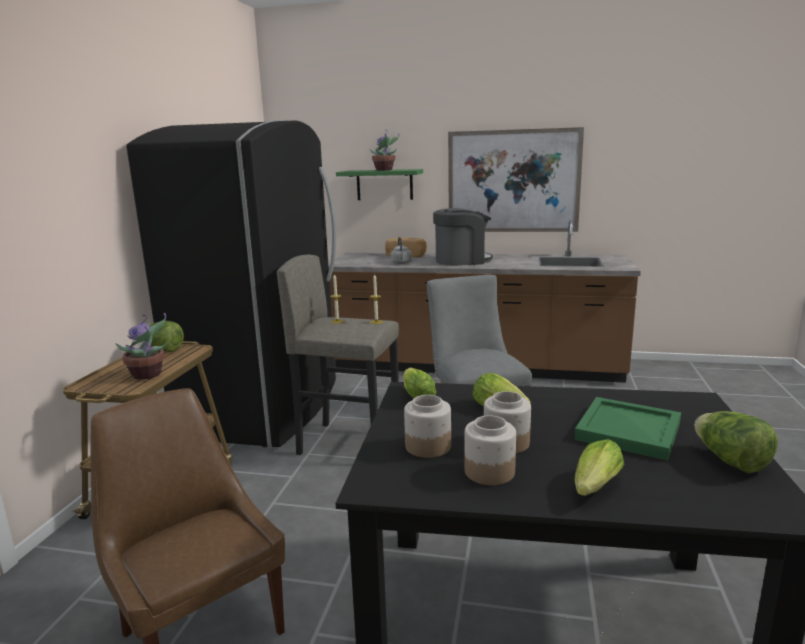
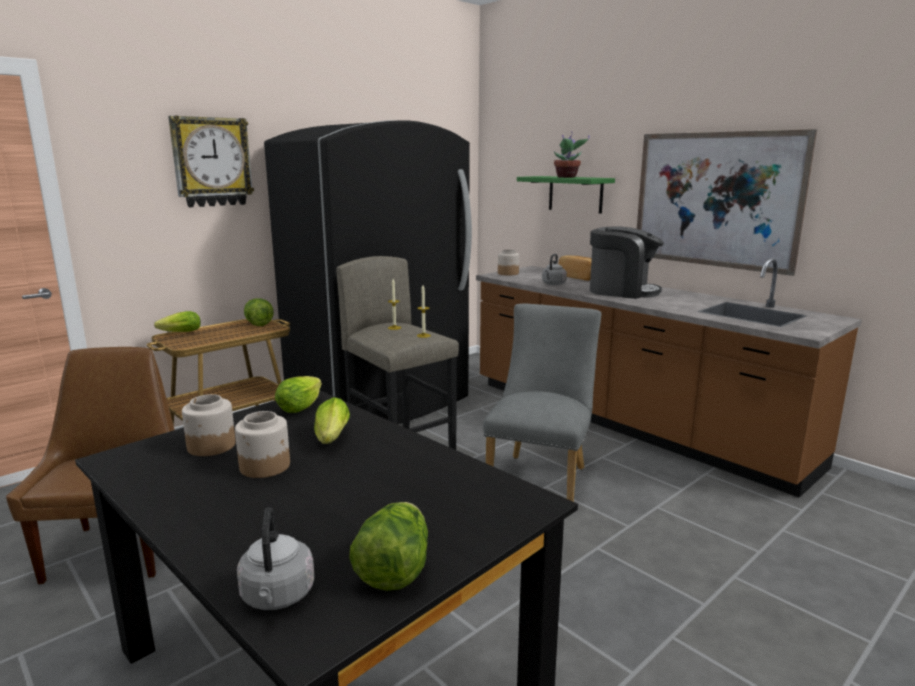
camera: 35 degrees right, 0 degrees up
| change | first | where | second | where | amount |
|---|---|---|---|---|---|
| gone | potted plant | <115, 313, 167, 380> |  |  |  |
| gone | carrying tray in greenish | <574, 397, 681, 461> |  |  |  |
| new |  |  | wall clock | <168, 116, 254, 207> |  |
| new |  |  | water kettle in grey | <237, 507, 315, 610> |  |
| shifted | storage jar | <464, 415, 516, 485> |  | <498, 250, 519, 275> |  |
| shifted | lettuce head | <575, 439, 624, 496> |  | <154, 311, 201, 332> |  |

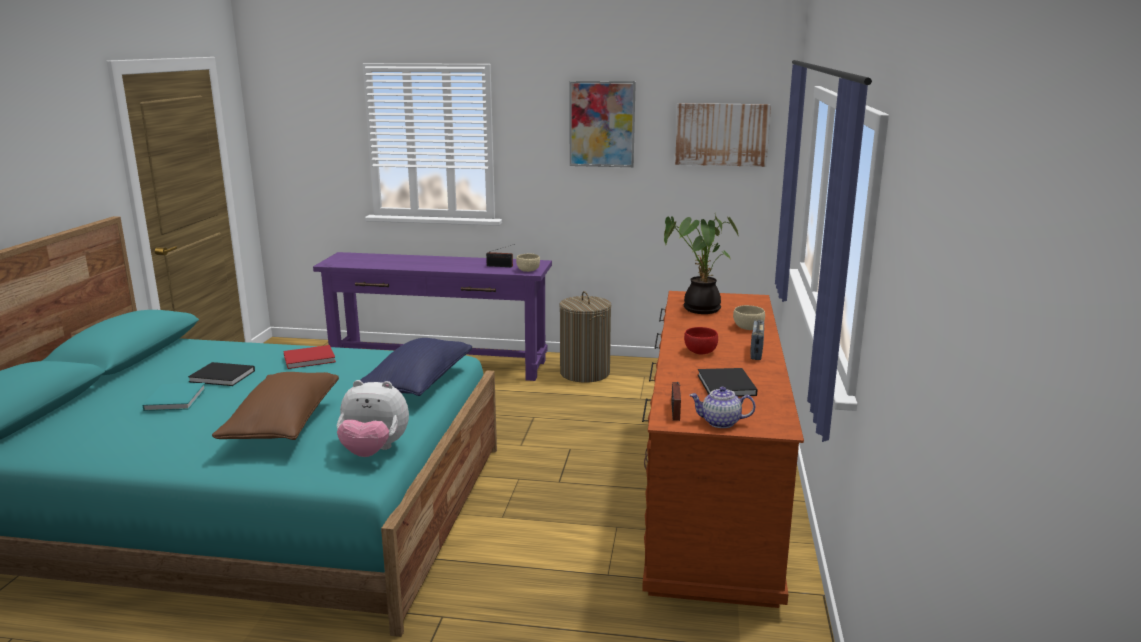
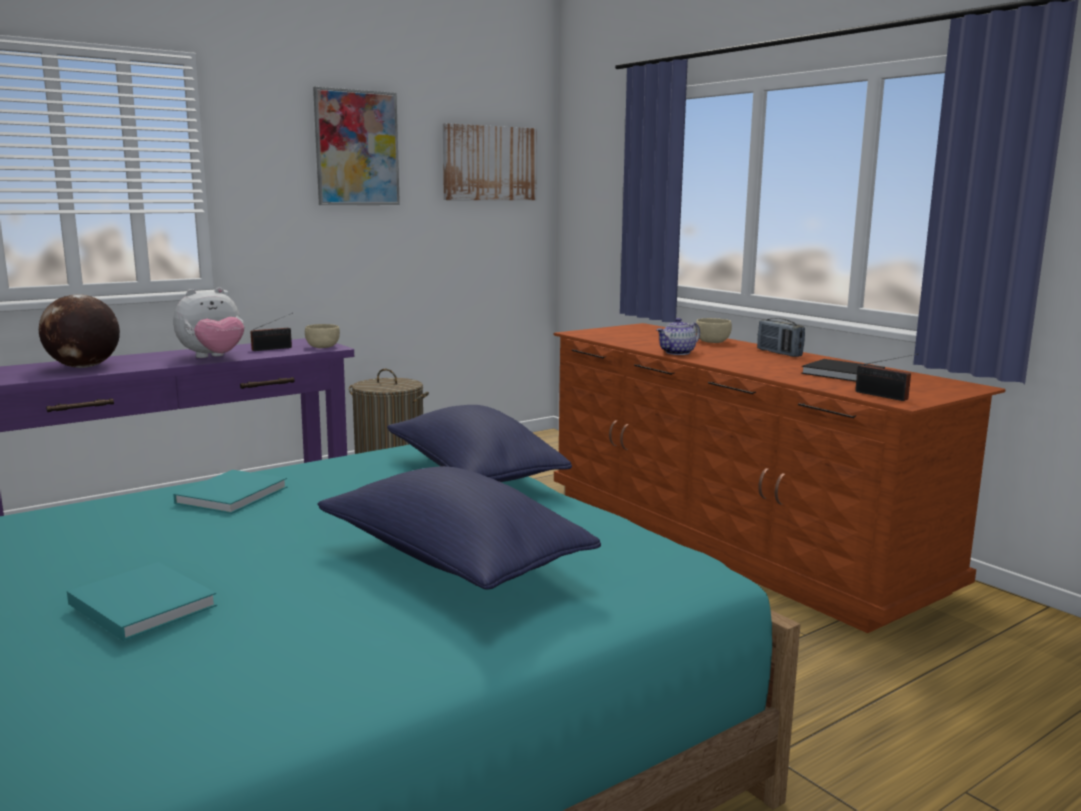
camera: 45 degrees left, 5 degrees down
| change | first | where | second | where | amount |
|---|---|---|---|---|---|
| gone | volume in blackish | <188, 362, 255, 386> |  |  |  |
| gone | potted plant | <664, 214, 739, 314> |  |  |  |
| gone | deep dish in red | <684, 327, 718, 354> |  |  |  |
| new |  |  | globe | <39, 294, 120, 368> |  |
| shifted | cuddly toy | <337, 380, 409, 457> |  | <173, 287, 244, 358> |  |
| shifted | pot for tea | <689, 387, 755, 428> |  | <656, 318, 700, 355> |  |
| repainted | cushion in brownish | <212, 372, 339, 440> | cushion in blue-coloured | <318, 466, 601, 590> |  |
| repainted | volume in red | <283, 345, 336, 369> | volume in blue-green | <173, 470, 287, 514> |  |

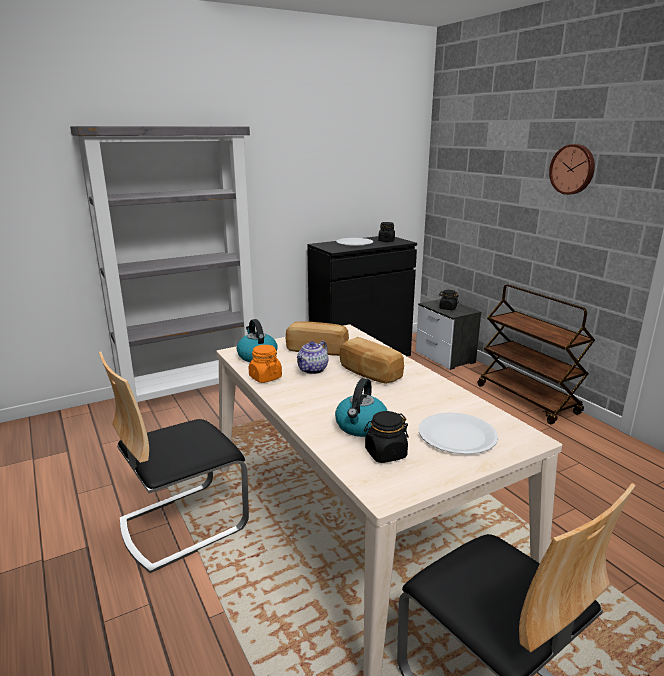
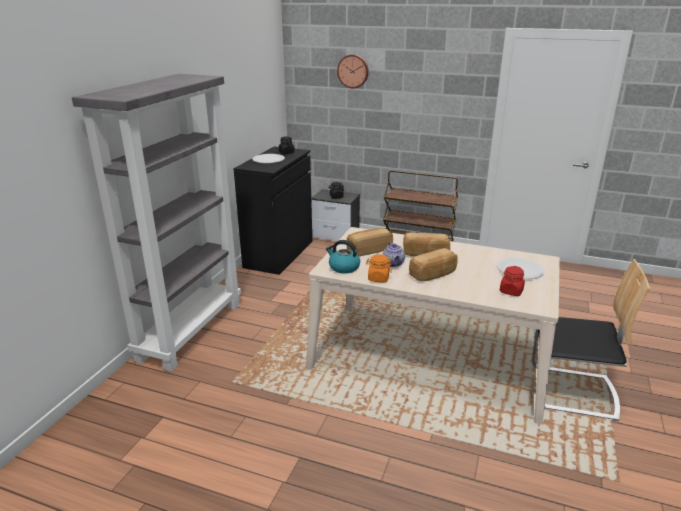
camera: 40 degrees left, 5 degrees up
| change | first | where | second | where | amount |
|---|---|---|---|---|---|
| gone | upright chair | <99, 352, 249, 573> |  |  |  |
| gone | water kettle | <335, 378, 387, 437> |  |  |  |
| new |  |  | bakery bread | <409, 248, 458, 281> |  |
| shifted | wall clock | <549, 144, 595, 195> |  | <337, 54, 369, 88> |  |
| repainted | storage jar in blackish | <364, 411, 409, 463> | storage jar in red | <500, 266, 525, 296> |  |

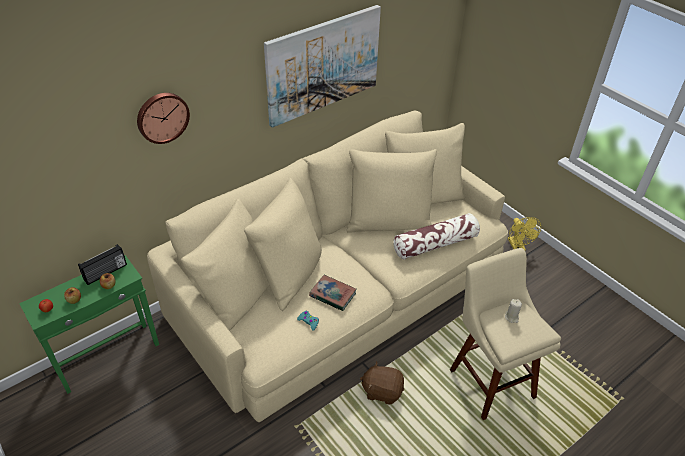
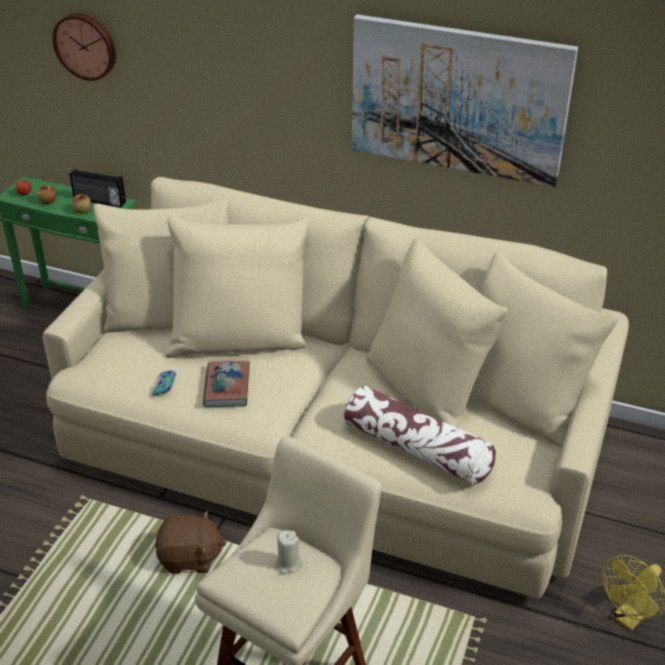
camera: 60 degrees right, 5 degrees down
| change | first | where | second | where | amount |
|---|---|---|---|---|---|
| shifted | wall clock | <137, 93, 190, 144> |  | <52, 13, 116, 81> |  |
| rotated | cuddly toy in brownish | <360, 361, 404, 405> |  | <155, 511, 226, 574> | 105 degrees clockwise |

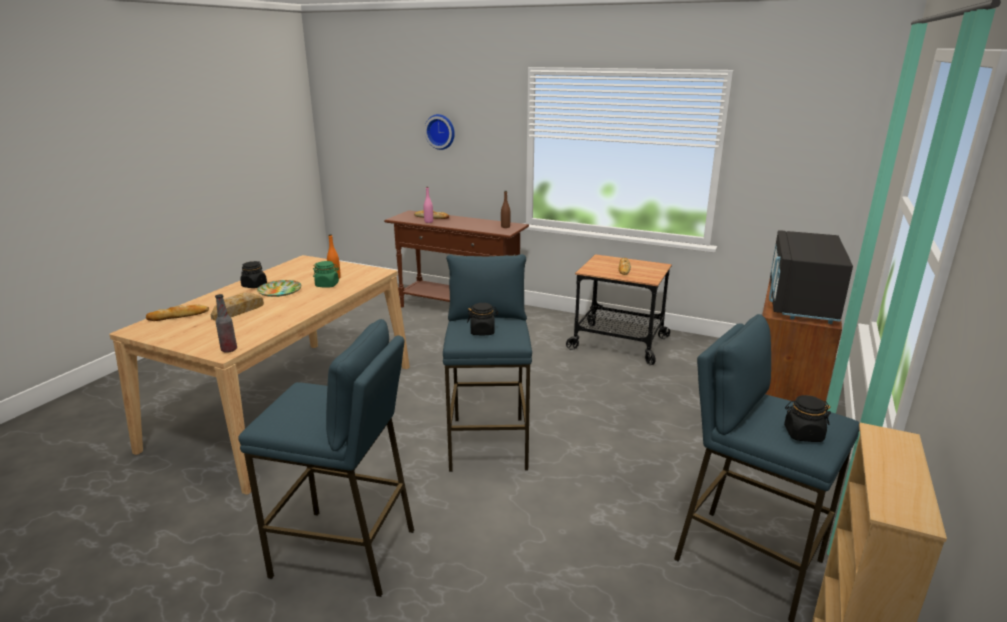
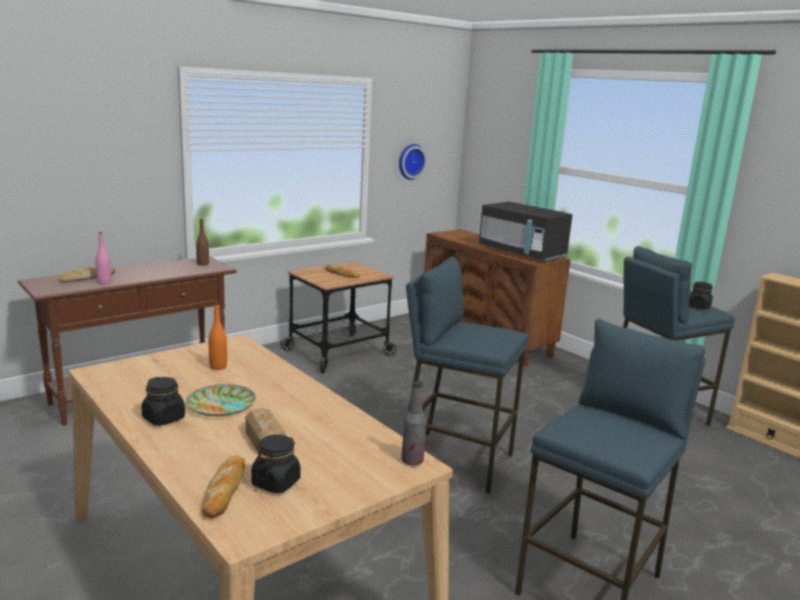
camera: 65 degrees left, 5 degrees down
| change | first | where | second | where | amount |
|---|---|---|---|---|---|
| gone | storage jar in greenish | <313, 261, 339, 288> |  |  |  |
| shifted | wall clock | <424, 114, 455, 150> |  | <399, 144, 427, 180> |  |
| shifted | storage jar in blackish | <467, 303, 498, 335> |  | <251, 435, 300, 494> |  |

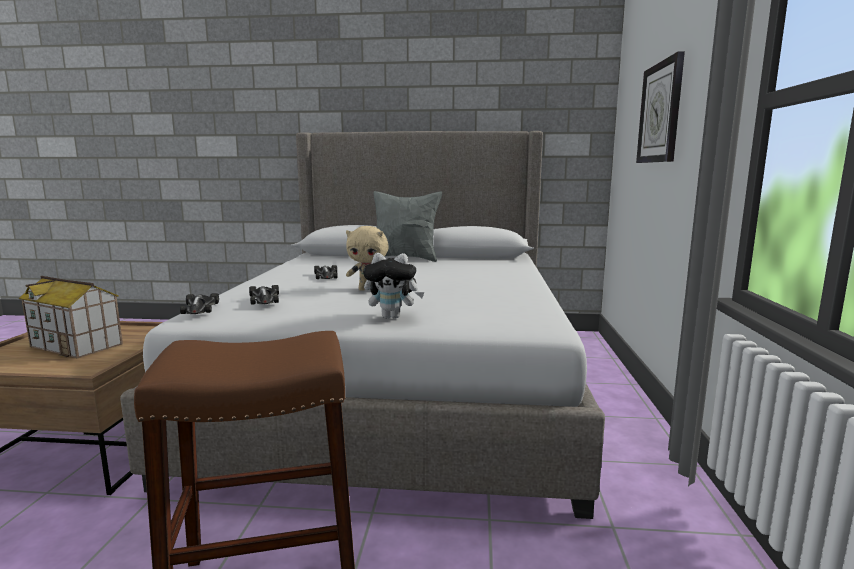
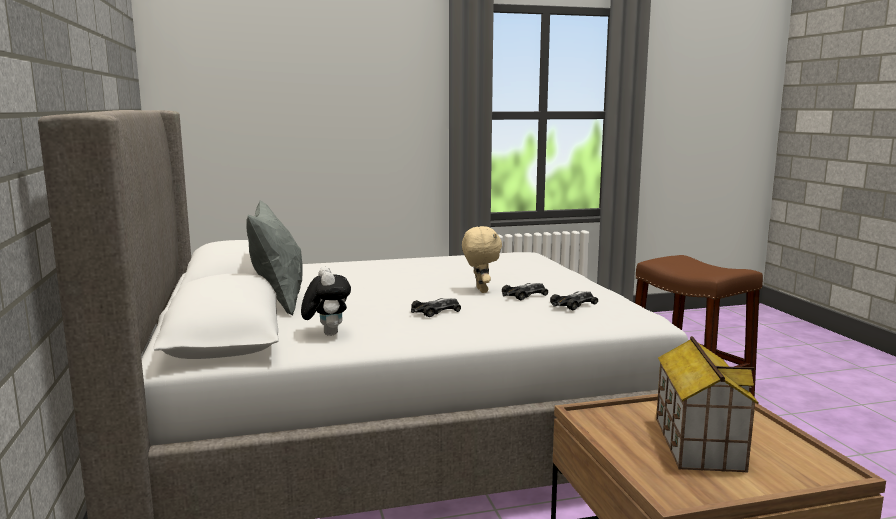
camera: 110 degrees left, 0 degrees up
| change | first | where | second | where | amount |
|---|---|---|---|---|---|
| gone | wall clock | <636, 51, 685, 163> |  |  |  |
| shifted | model car | <180, 293, 219, 314> |  | <502, 283, 548, 300> |  |
| shifted | cuddly toy | <363, 253, 424, 319> |  | <301, 267, 351, 336> |  |

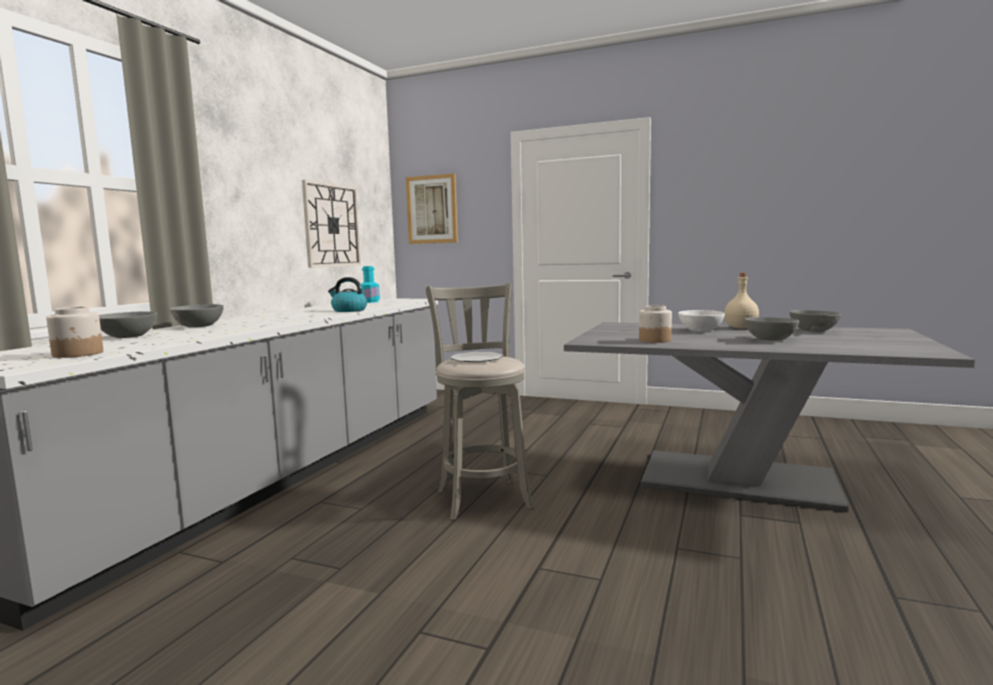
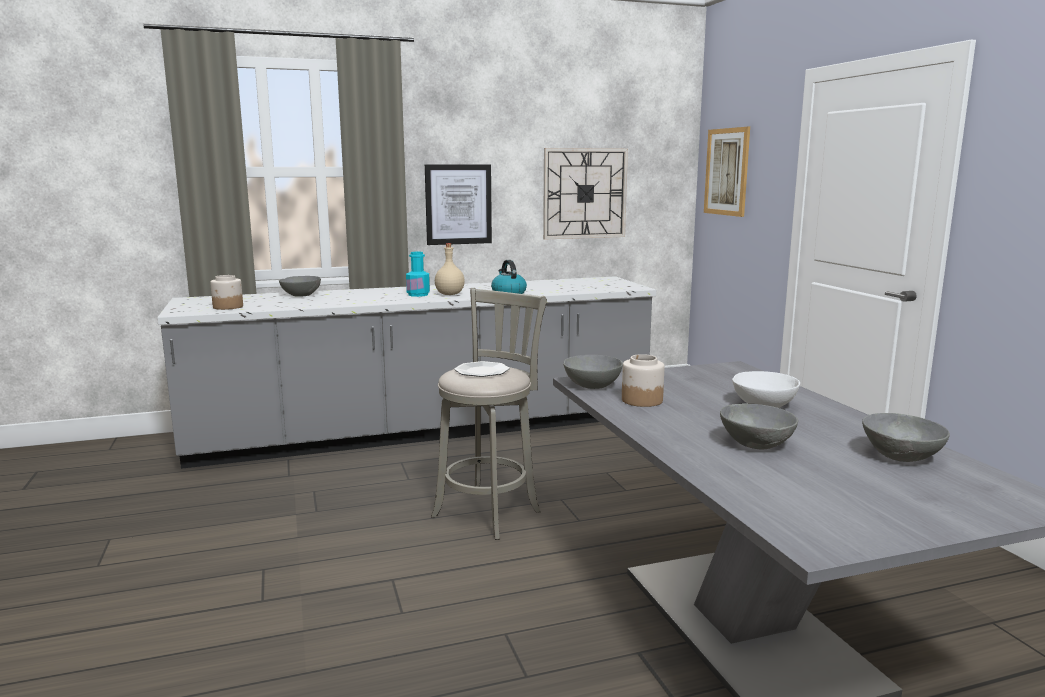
camera: 50 degrees right, 5 degrees up
| change | first | where | second | where | amount |
|---|---|---|---|---|---|
| new |  |  | wall picture | <425, 164, 492, 245> |  |
| shifted | deep dish in grey | <169, 304, 223, 328> |  | <563, 355, 623, 389> |  |
| shifted | drink bottle in blue-green | <361, 266, 380, 303> |  | <406, 251, 430, 297> |  |
| shifted | drink bottle in sand-coloured | <724, 273, 759, 328> |  | <435, 243, 465, 295> |  |

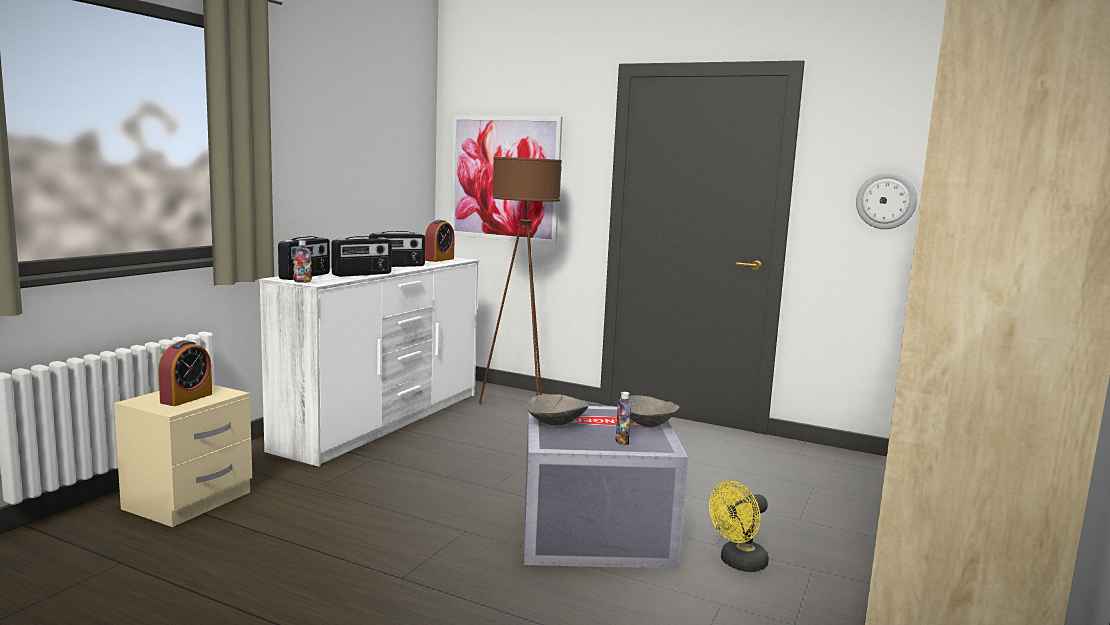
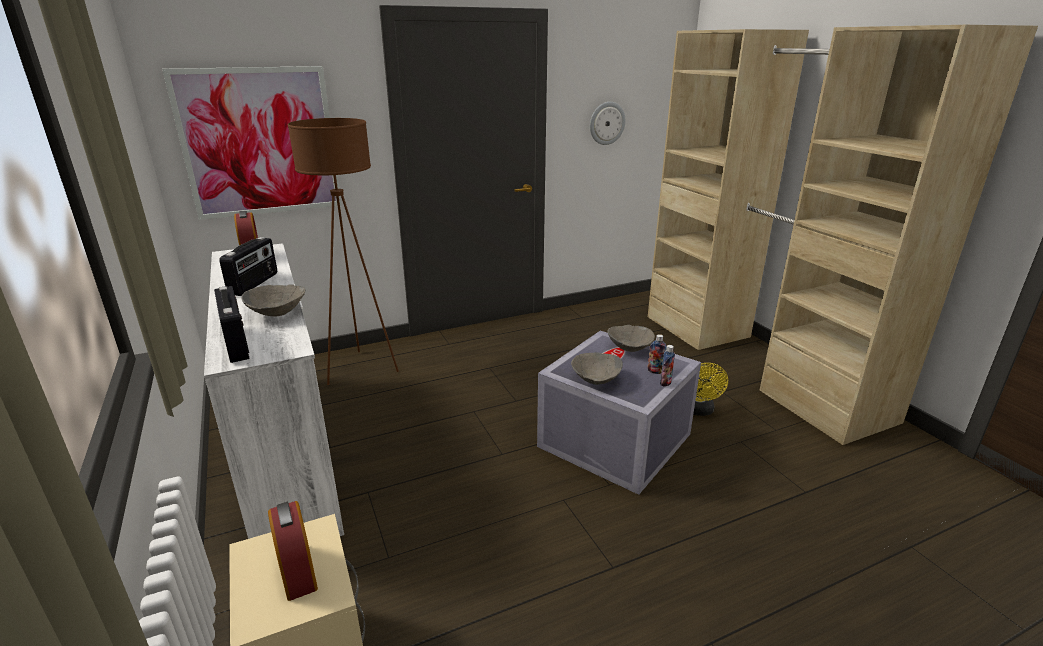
camera: 50 degrees left, 15 degrees up
| change | first | where | second | where | amount |
|---|---|---|---|---|---|
| shifted | drink bottle | <293, 240, 312, 283> |  | <660, 345, 675, 387> |  |
| swapped | radio set | <331, 236, 392, 277> | deep dish in grey | <242, 284, 305, 317> |  |

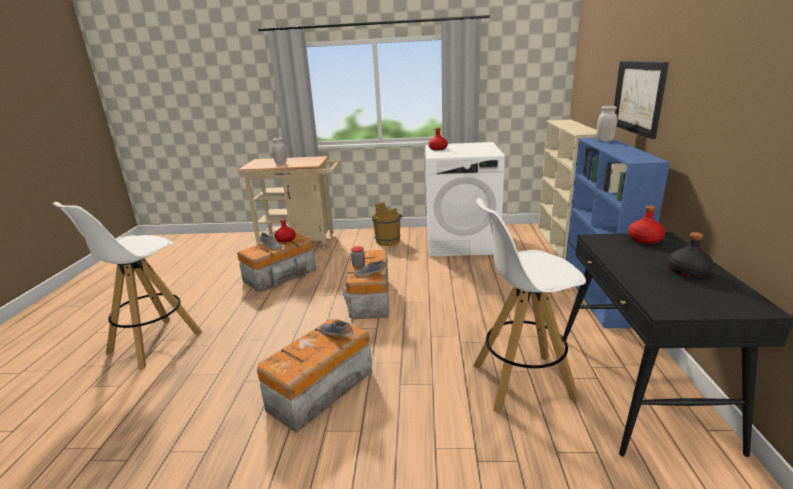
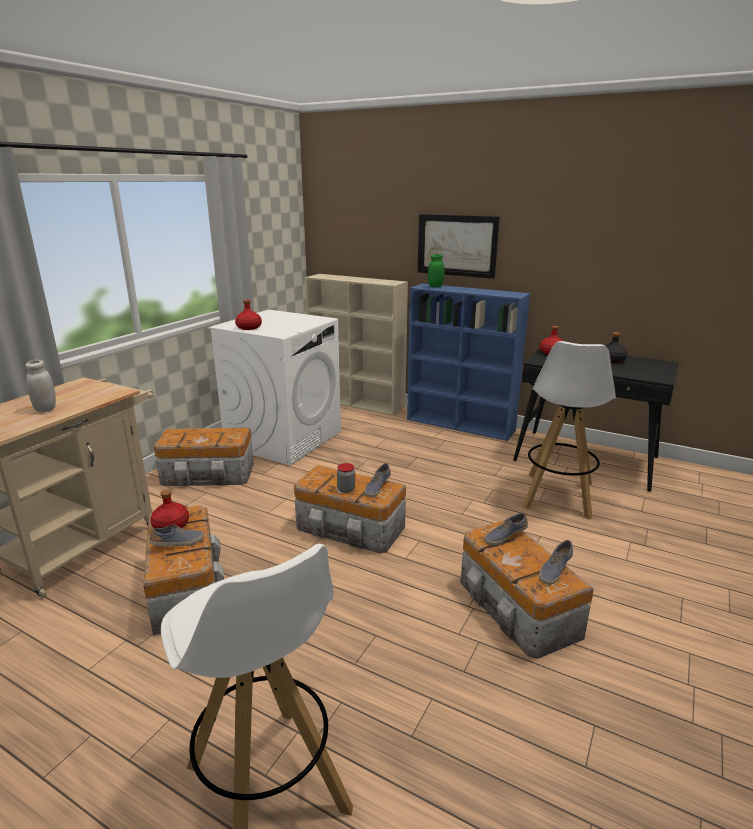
camera: 65 degrees left, 0 degrees up
| change | first | where | second | where | amount |
|---|---|---|---|---|---|
| new |  |  | low shoe | <539, 540, 573, 585> |  |
| swapped | pail in brownish | <372, 202, 404, 246> | storage container | <154, 428, 254, 486> |  |
| repainted | storage jar in white-coloured | <596, 106, 617, 142> | storage jar in greenish | <428, 254, 445, 287> |  |

